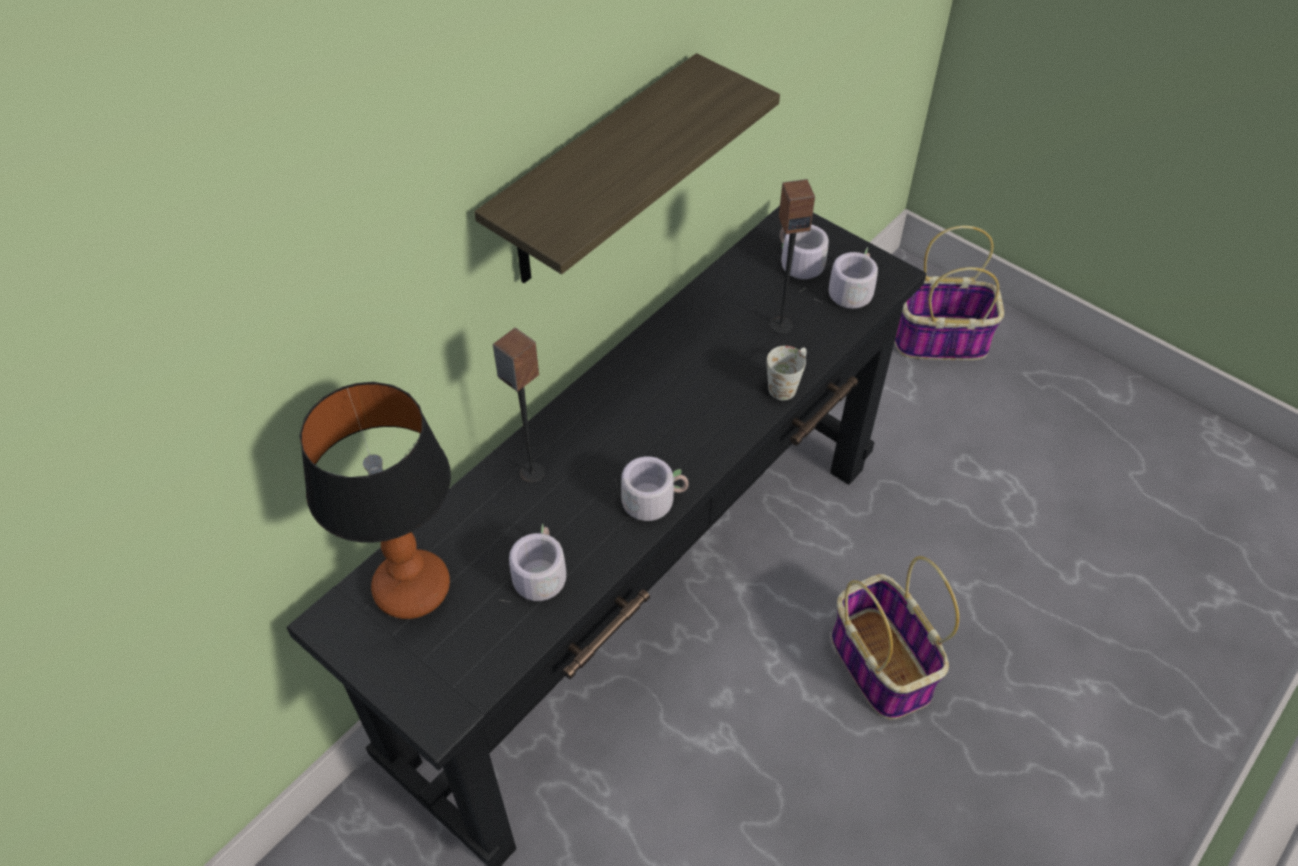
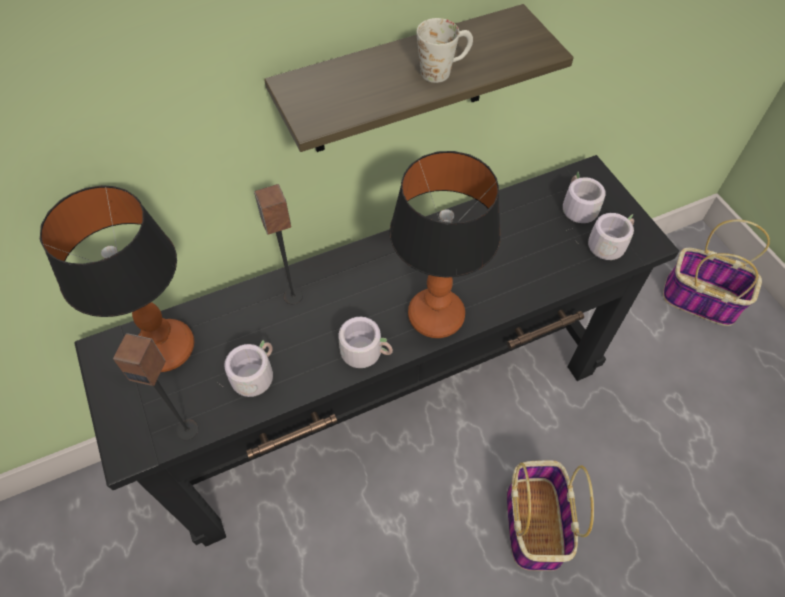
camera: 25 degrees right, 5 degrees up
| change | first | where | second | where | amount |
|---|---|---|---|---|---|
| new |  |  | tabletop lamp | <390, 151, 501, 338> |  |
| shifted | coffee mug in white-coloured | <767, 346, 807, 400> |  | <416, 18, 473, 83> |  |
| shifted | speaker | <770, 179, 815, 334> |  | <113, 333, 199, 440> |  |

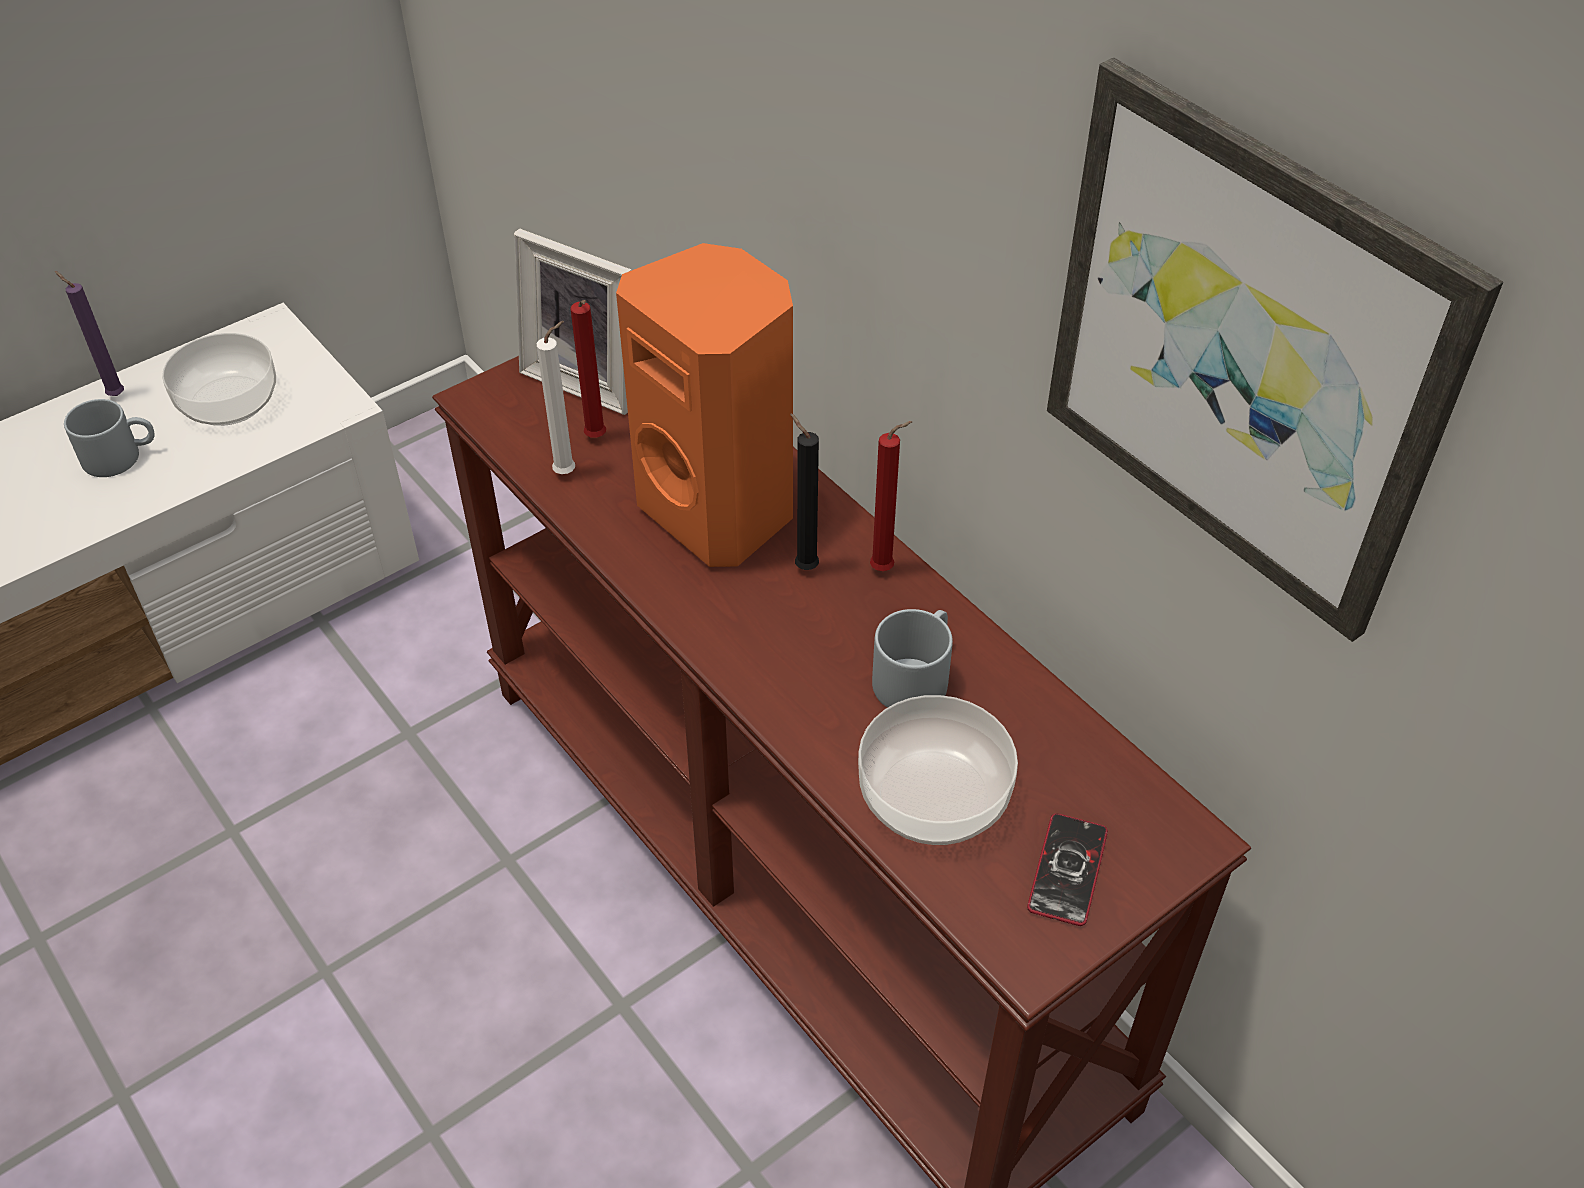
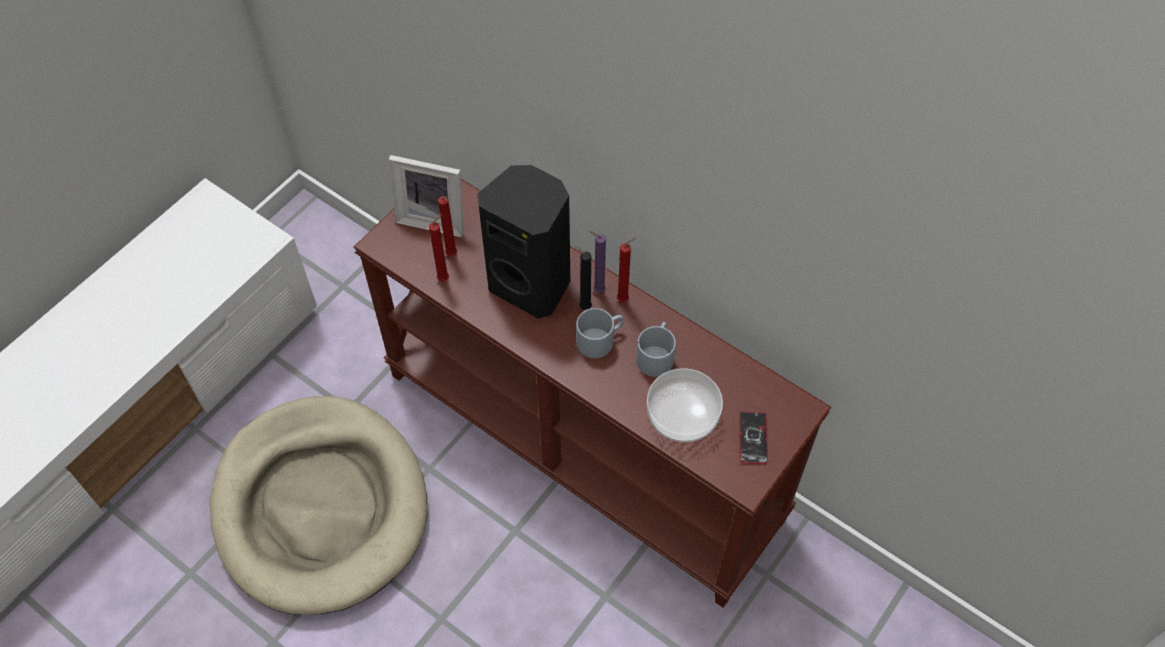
camera: 15 degrees left, 10 degrees up
| change | first | where | second | where | amount |
|---|---|---|---|---|---|
| gone | deep dish | <162, 333, 276, 426> |  |  |  |
| gone | wall picture | <1047, 58, 1503, 642> |  |  |  |
| new |  |  | pet bed in sand-coloured | <210, 396, 427, 615> |  |
| shifted | wax light in purplish | <55, 271, 124, 396> |  | <590, 231, 606, 293> |  |
| shifted | coffee mug in grey | <64, 399, 155, 477> |  | <576, 308, 624, 358> |  |
| repainted | wax light in white-coloured | <537, 321, 575, 474> | wax light in red | <429, 214, 449, 282> |  |
| repainted | speaker in orange-coloured | <616, 243, 793, 567> | speaker in blackish | <477, 165, 570, 318> |  |

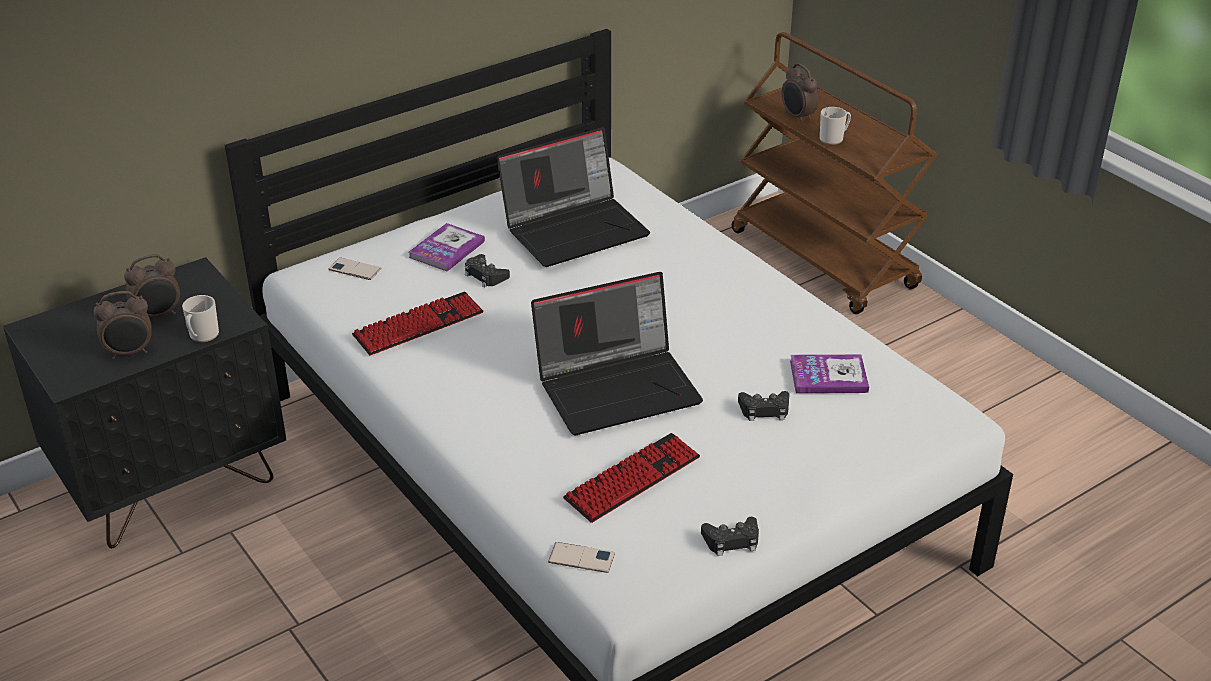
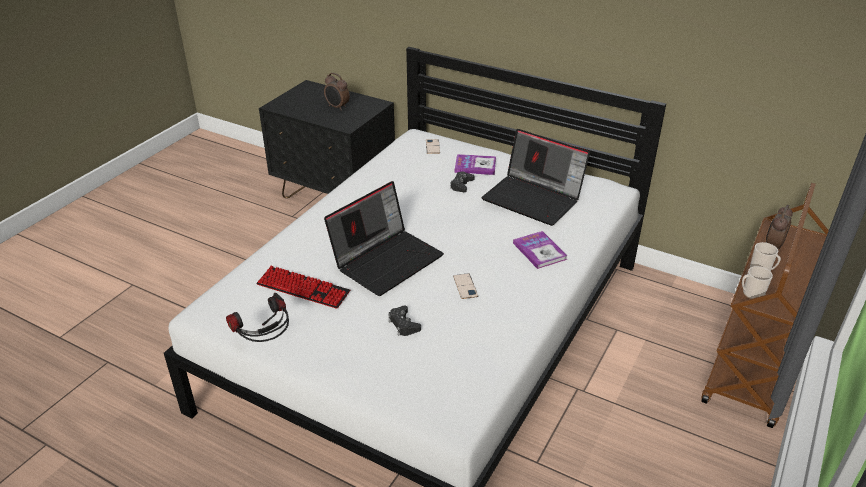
camera: 65 degrees right, 0 degrees up
| change | first | where | second | where | amount |
|---|---|---|---|---|---|
| gone | bedside clock | <94, 291, 152, 359> |  |  |  |
| gone | keyboard | <352, 292, 483, 356> |  |  |  |
| shifted | coffee mug | <182, 295, 219, 342> |  | <742, 266, 773, 299> |  |
| shifted | handset | <548, 542, 615, 573> |  | <453, 273, 478, 299> |  |
| shifted | volume | <790, 354, 869, 393> |  | <513, 231, 568, 269> |  |
| swapped | gamepad in blackish | <701, 517, 759, 556> | headset | <226, 293, 289, 342> |  |
| rotated | laptop | <531, 272, 703, 435> |  | <324, 181, 444, 296> | 90 degrees counterclockwise |

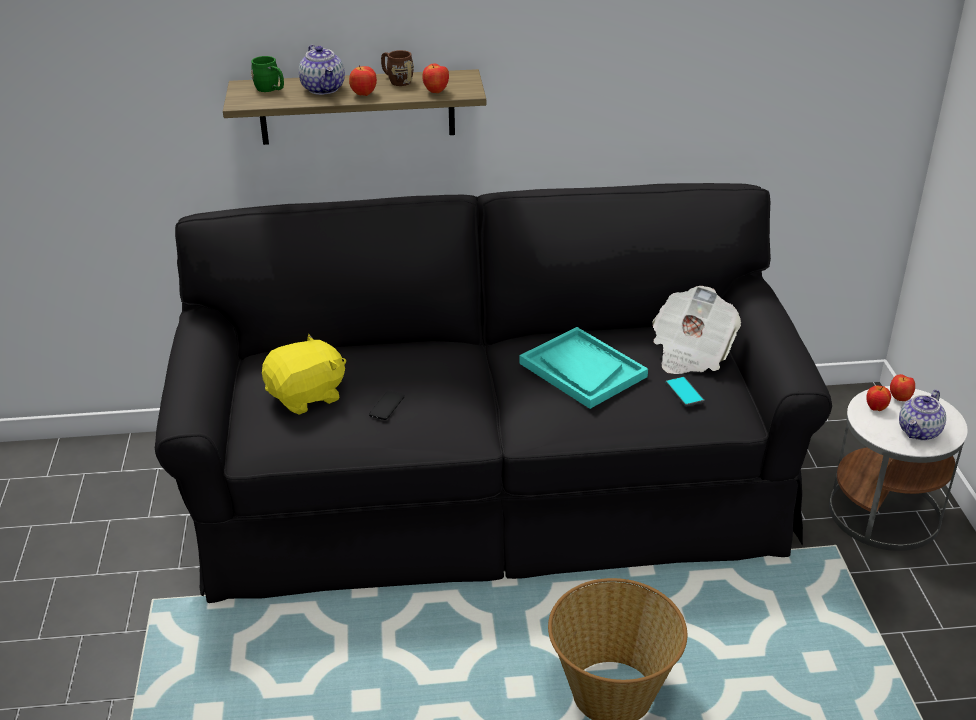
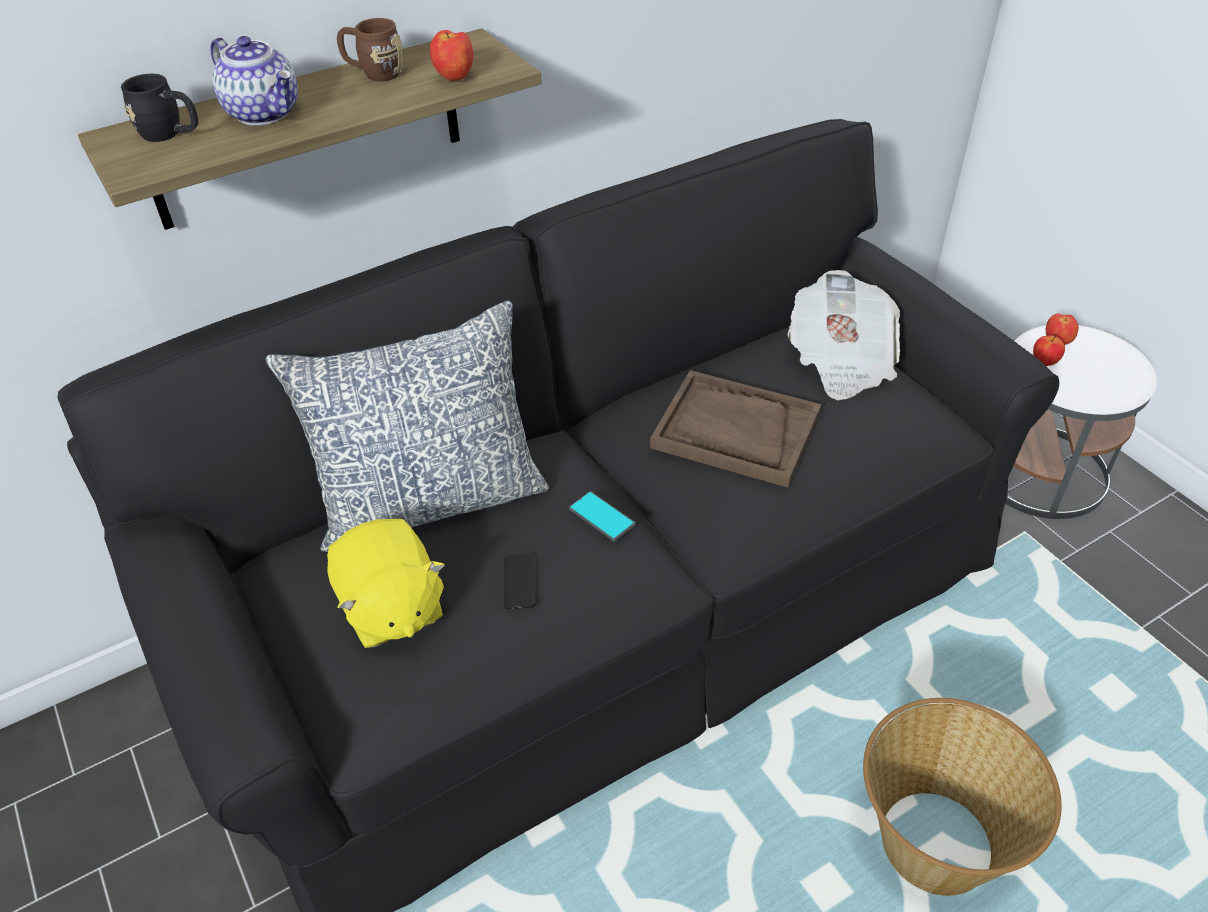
camera: 25 degrees left, 10 degrees up
| change | first | where | second | where | amount |
|---|---|---|---|---|---|
| gone | apple | <349, 65, 377, 96> |  |  |  |
| gone | pot for tea | <899, 390, 946, 441> |  |  |  |
| new |  |  | cushion | <266, 300, 549, 552> |  |
| shifted | handset | <666, 377, 705, 407> |  | <569, 491, 636, 542> |  |
| repainted | coffee mug in greenish | <251, 56, 284, 92> | coffee mug in blackish | <121, 74, 198, 142> |  |
| repainted | carrying tray in blue-green | <520, 327, 648, 409> | carrying tray in brownish | <650, 370, 821, 488> |  |
| rotated | cuddly toy in yellow | <262, 334, 346, 415> |  | <327, 519, 445, 648> | 120 degrees clockwise |

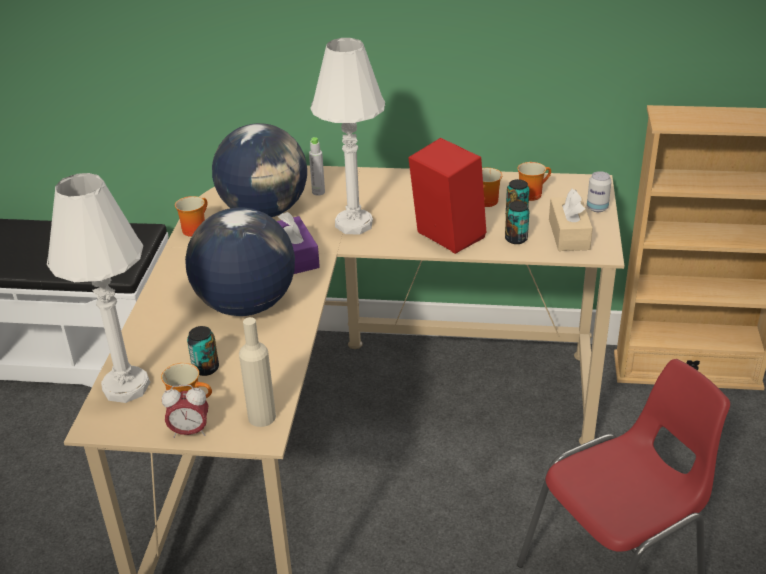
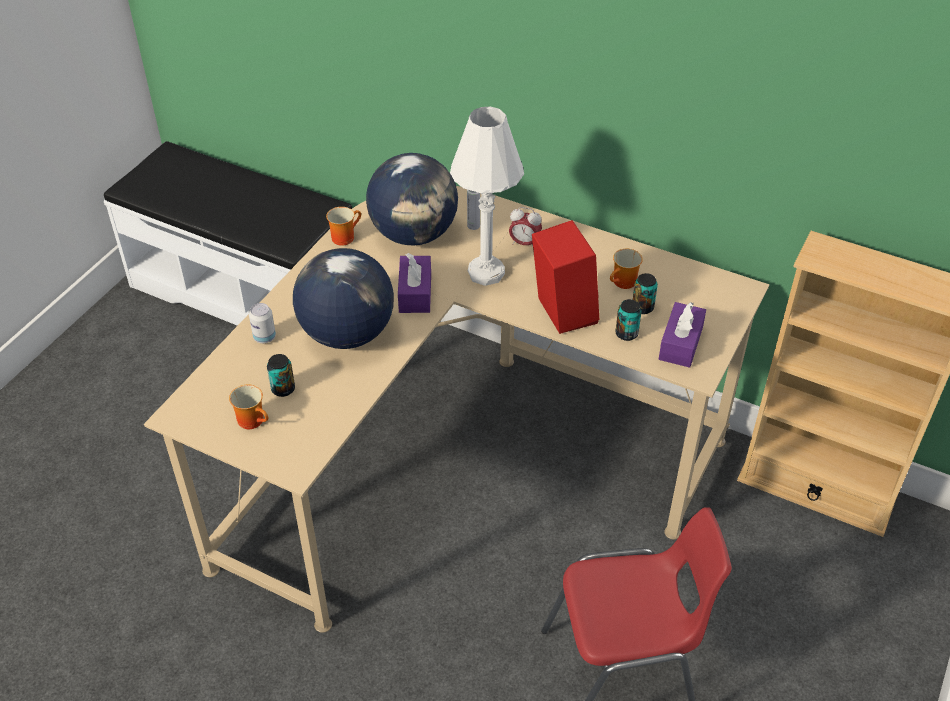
camera: 20 degrees right, 10 degrees up
| change | first | where | second | where | amount |
|---|---|---|---|---|---|
| gone | tabletop lamp in white-coloured | <47, 173, 150, 403> |  |  |  |
| gone | drink bottle in sand-coloured | <239, 317, 276, 427> |  |  |  |
| gone | coffee mug | <517, 162, 551, 201> |  |  |  |
| shifted | bedside clock | <162, 385, 208, 438> |  | <509, 207, 542, 246> |  |
| shifted | can | <587, 171, 612, 212> |  | <249, 303, 276, 343> |  |
| repainted | box of tissues in sand-coloured | <549, 189, 593, 251> | box of tissues in purplish | <659, 302, 706, 368> |  |

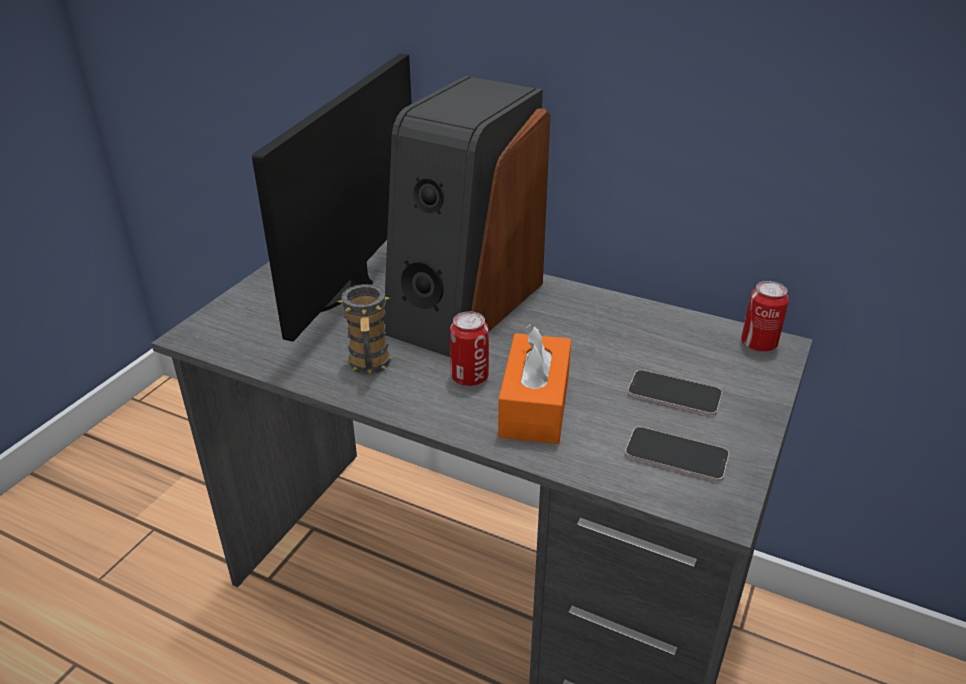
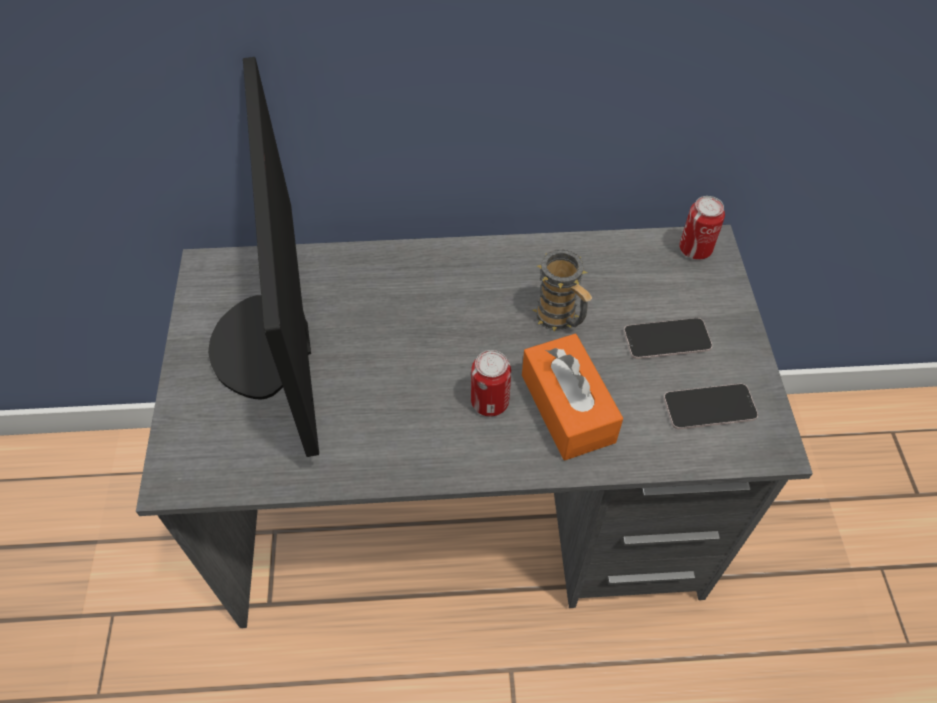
camera: 30 degrees left, 20 degrees up
| change | first | where | second | where | amount |
|---|---|---|---|---|---|
| gone | speaker | <384, 76, 551, 357> |  |  |  |
| shifted | coffee mug | <338, 284, 394, 374> |  | <533, 249, 592, 331> |  |

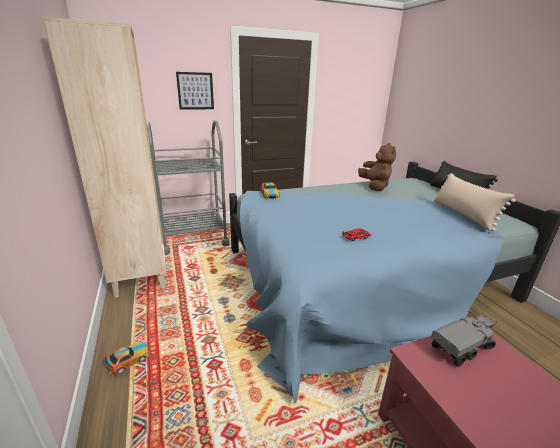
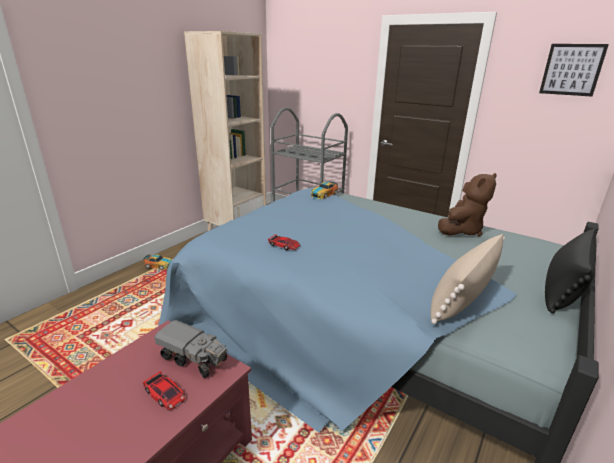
camera: 55 degrees right, 0 degrees up
| change | first | where | second | where | amount |
|---|---|---|---|---|---|
| new |  |  | model car | <142, 371, 186, 410> |  |
| shifted | wall picture | <176, 72, 214, 110> |  | <539, 44, 609, 97> |  |

